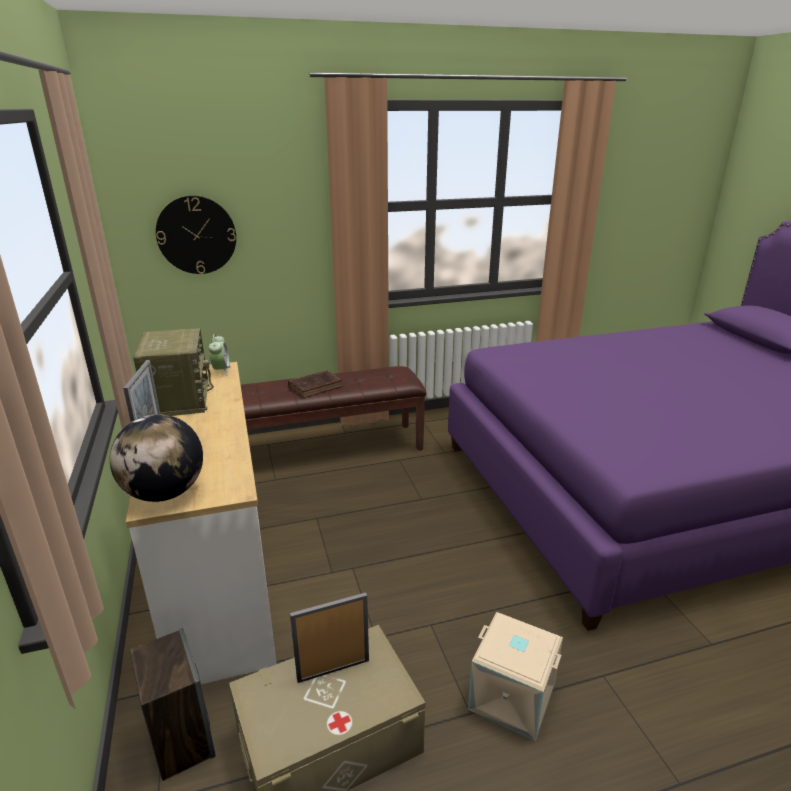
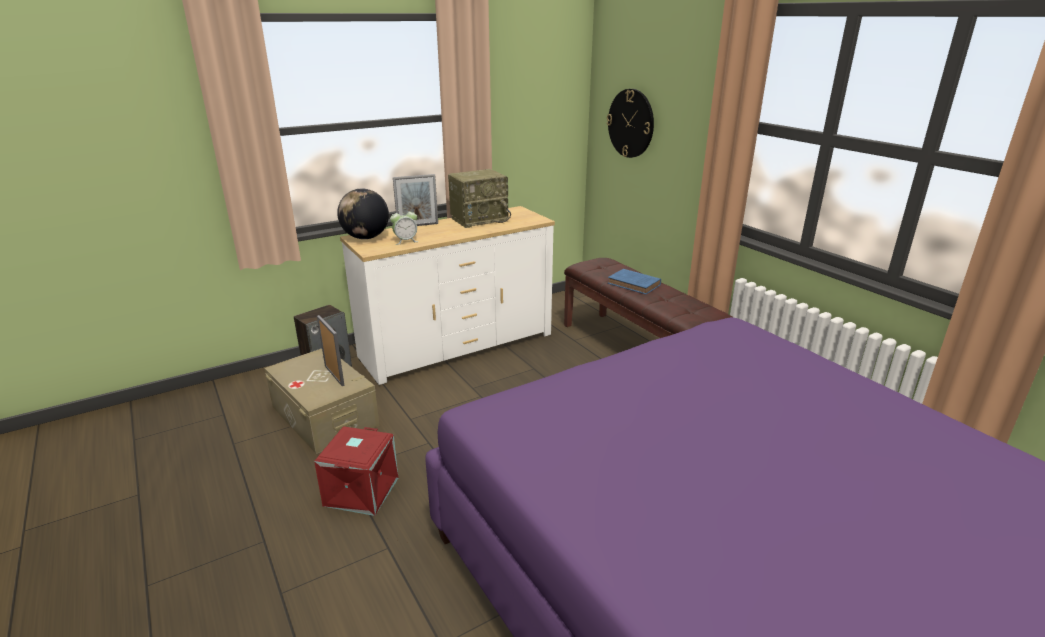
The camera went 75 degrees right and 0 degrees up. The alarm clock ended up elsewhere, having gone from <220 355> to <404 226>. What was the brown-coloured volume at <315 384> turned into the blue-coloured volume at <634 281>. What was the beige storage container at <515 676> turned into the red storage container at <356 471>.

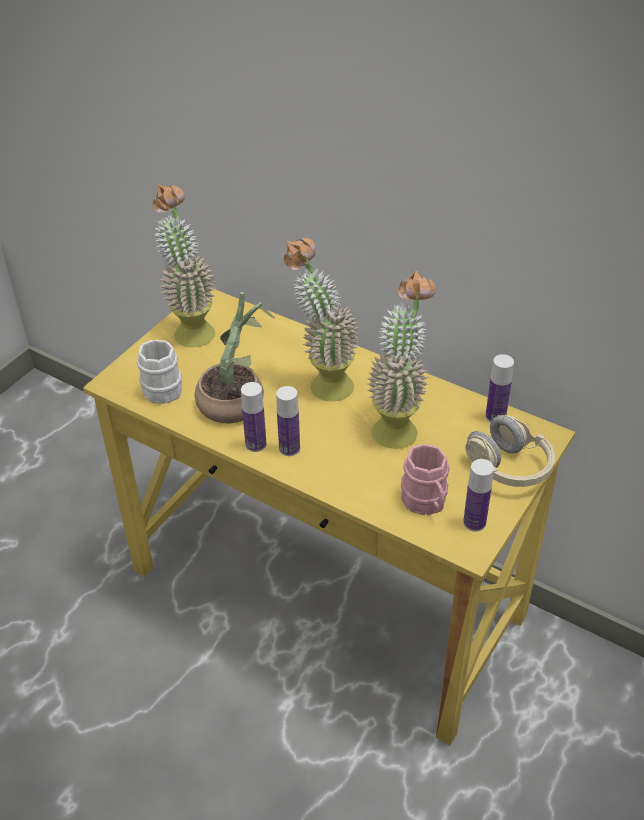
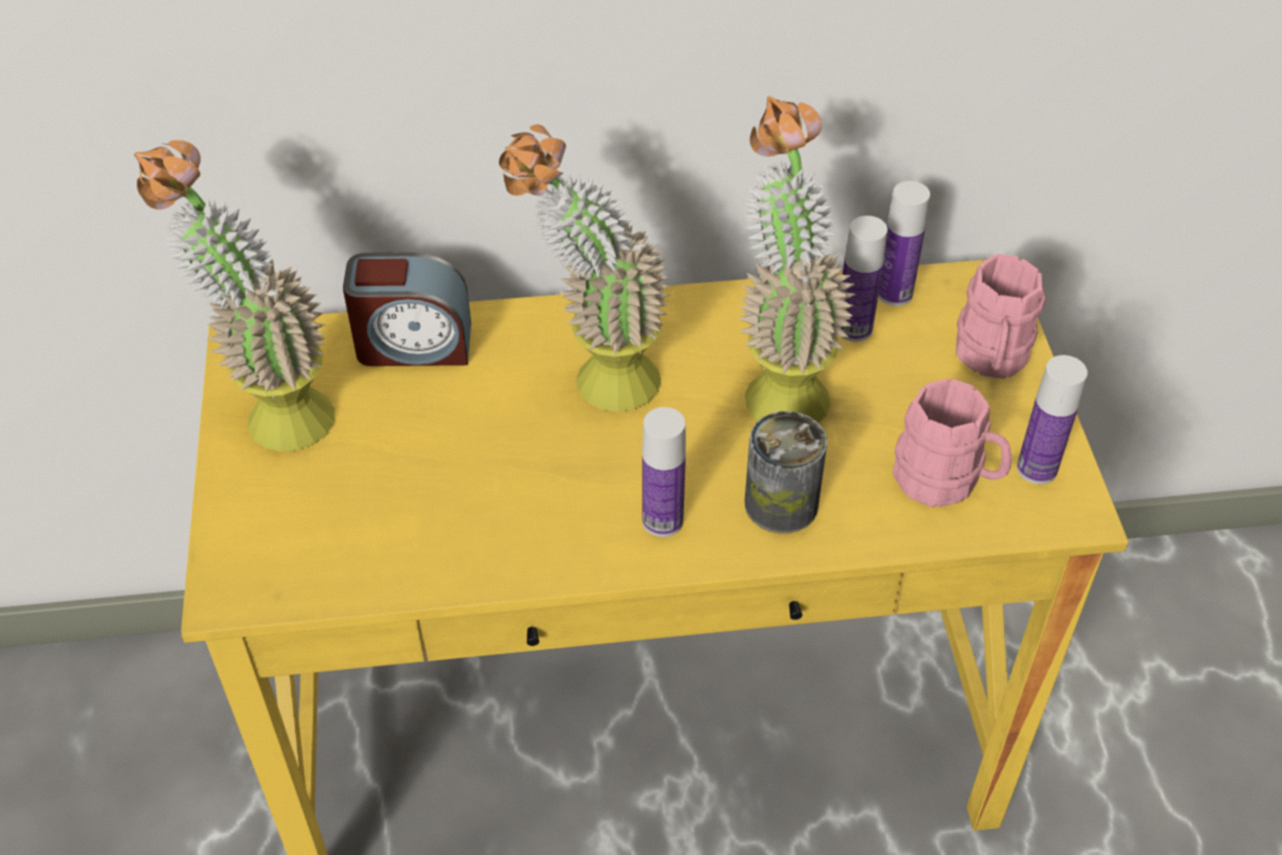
The camera went 40 degrees left and 5 degrees up. The second view lost the white-coloured tea mug at <159 372>. The second view lost the plant in a pot at <234 357>. The second view gained the alarm clock at <407 309>. The second view gained the sealed can at <786 472>. The drink bottle ended up elsewhere, having gone from <253 417> to <864 279>. Where the beige headphones stood at <510 451>, the pink-coloured tea mug came to stand at <1001 316>.

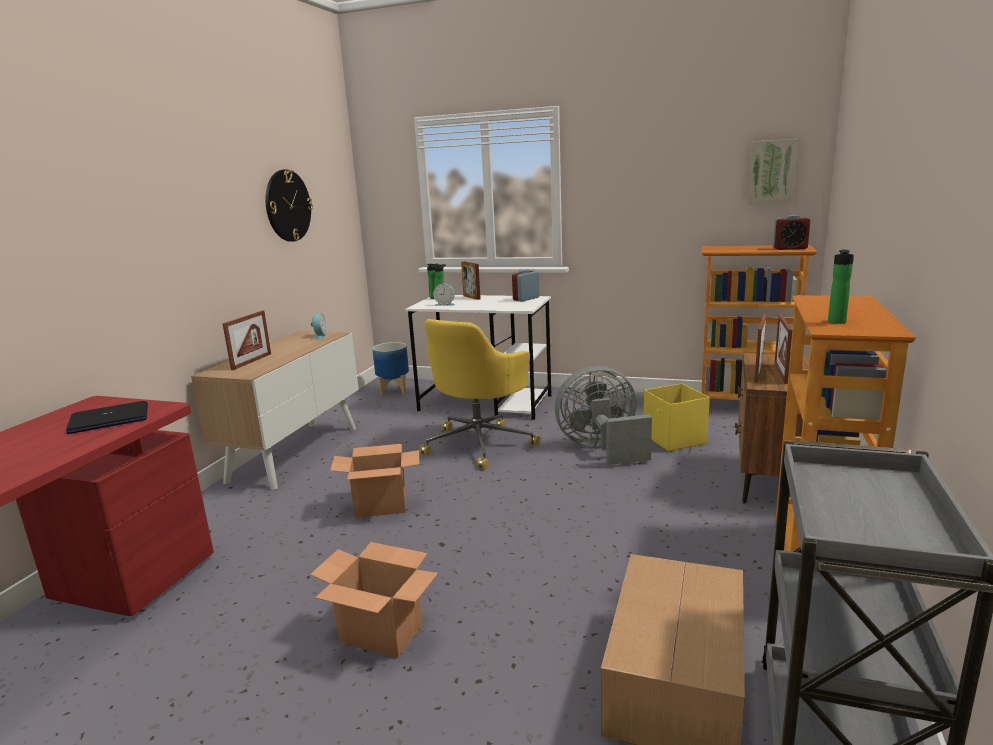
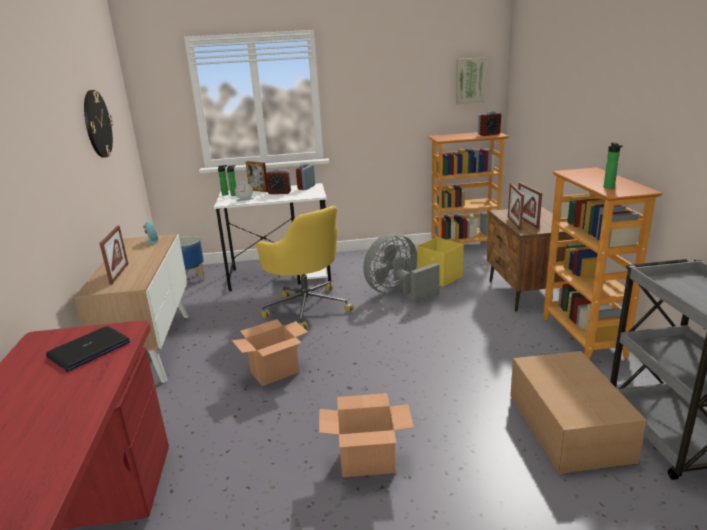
The camera went 25 degrees left and 5 degrees up. The second view gained the alarm clock at <278 181>. The yellow desk chair at <480 394> ended up facing another way, 45 degrees counterclockwise from before.

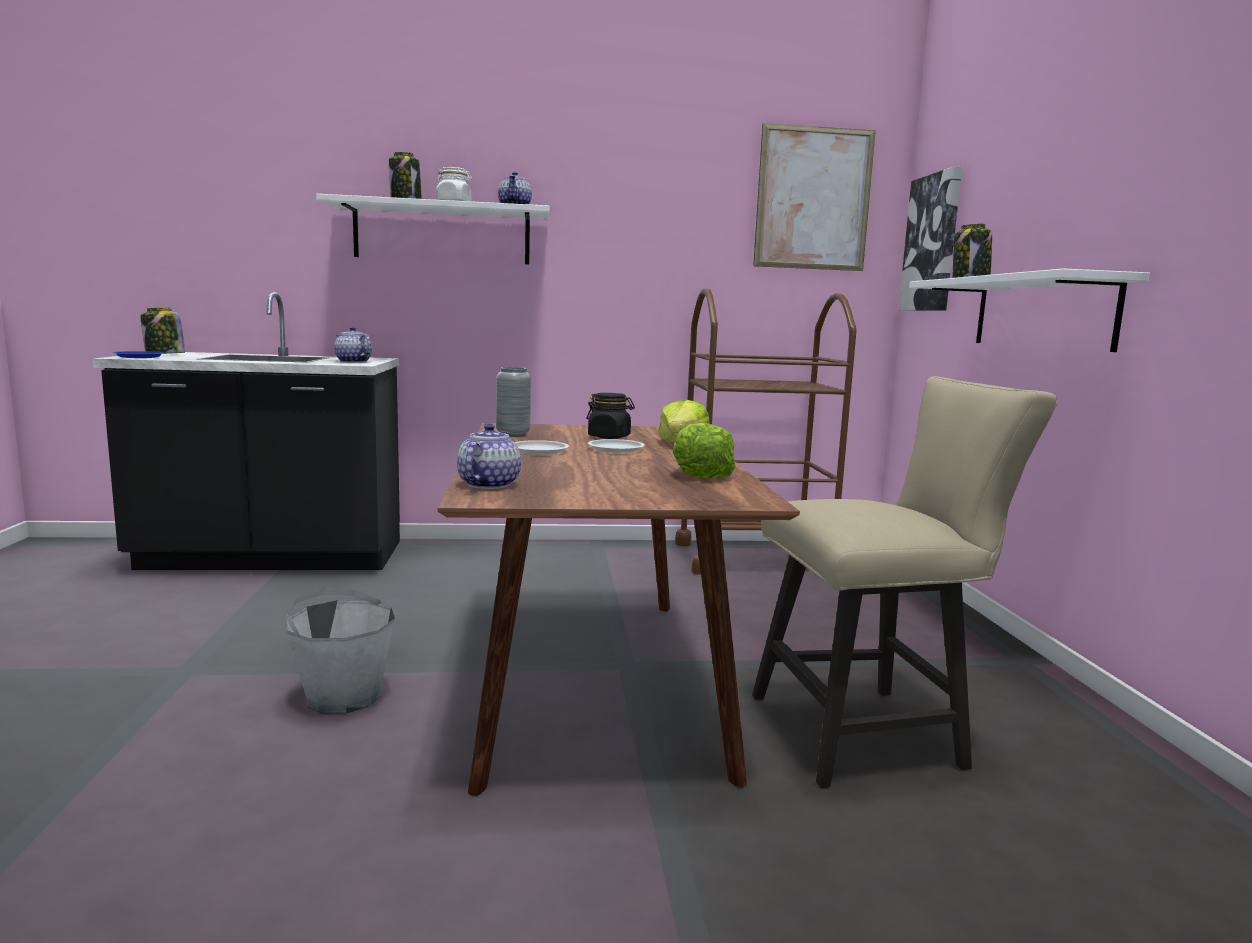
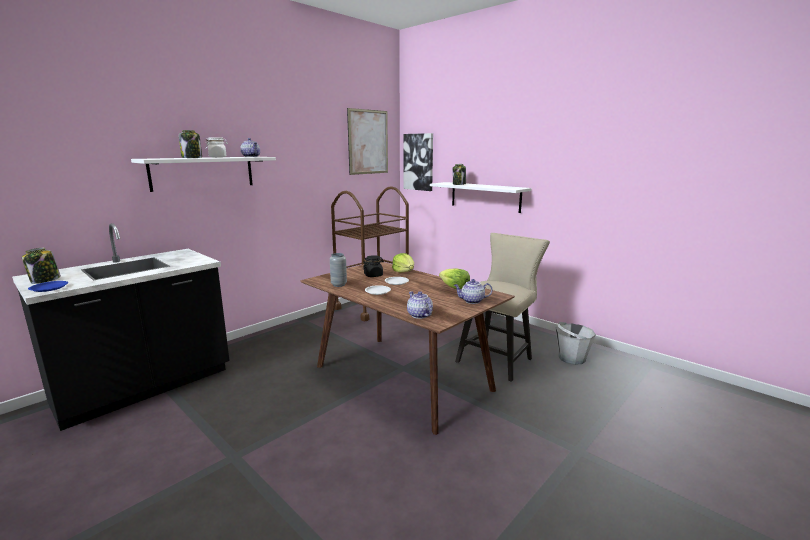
The camera went 40 degrees left and 5 degrees up. The grey water bucket ended up elsewhere, having gone from <340 651> to <576 343>. The tea pot ended up elsewhere, having gone from <353 345> to <473 291>.

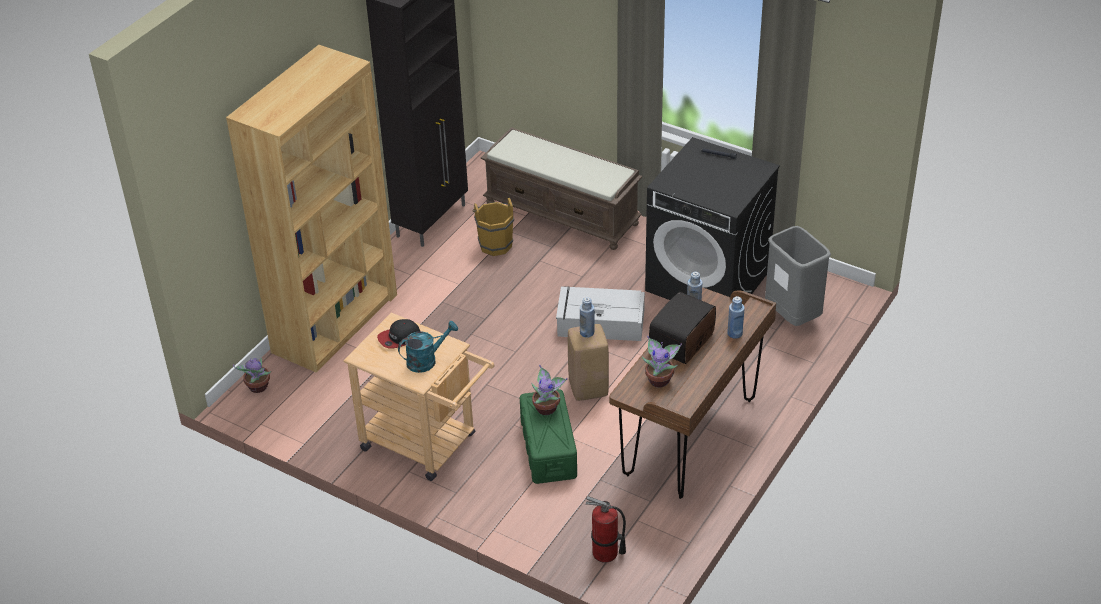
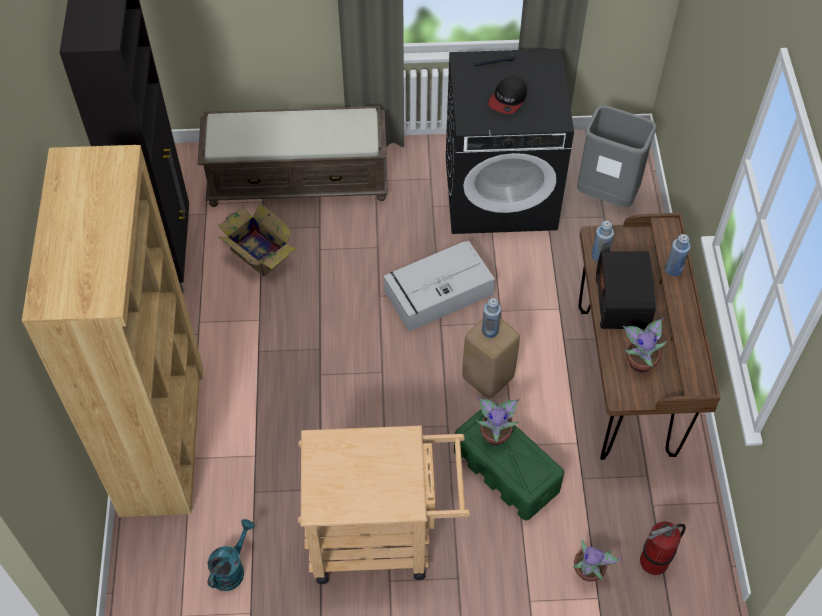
The camera went 35 degrees left and 15 degrees up. The plant in a pot ended up elsewhere, having gone from <252 375> to <597 560>. The peaked cap ended up elsewhere, having gone from <399 334> to <507 95>. The turquoise-coloured sprinkling can ended up elsewhere, having gone from <428 347> to <231 555>. Where the brown-coloured water bucket stood at <493 227>, the packing box came to stand at <257 239>.

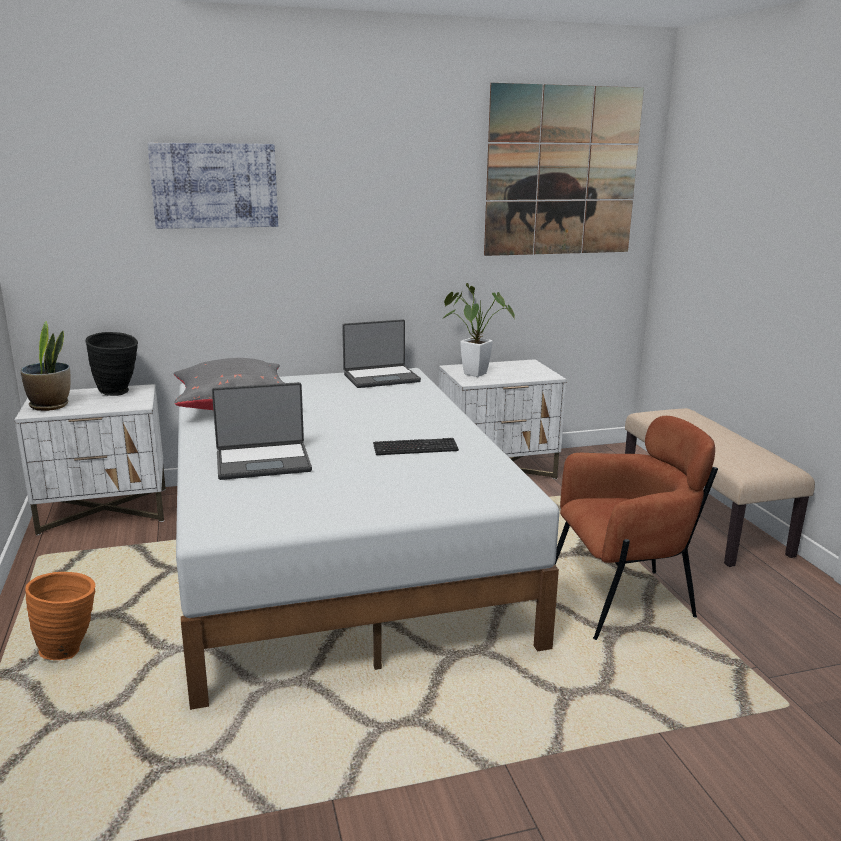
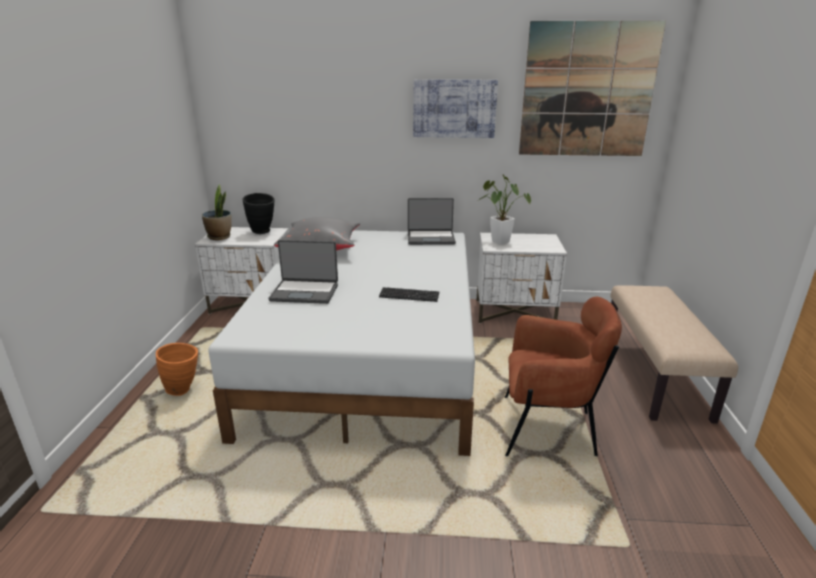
The camera went 20 degrees right and 5 degrees up. The picture ended up elsewhere, having gone from <213 186> to <455 108>.

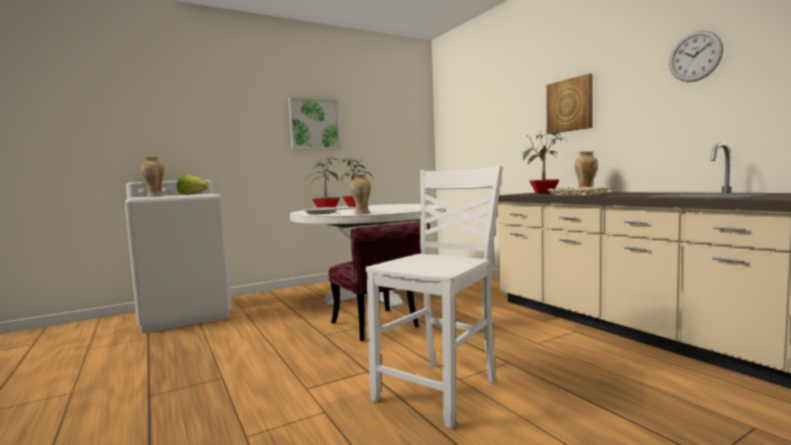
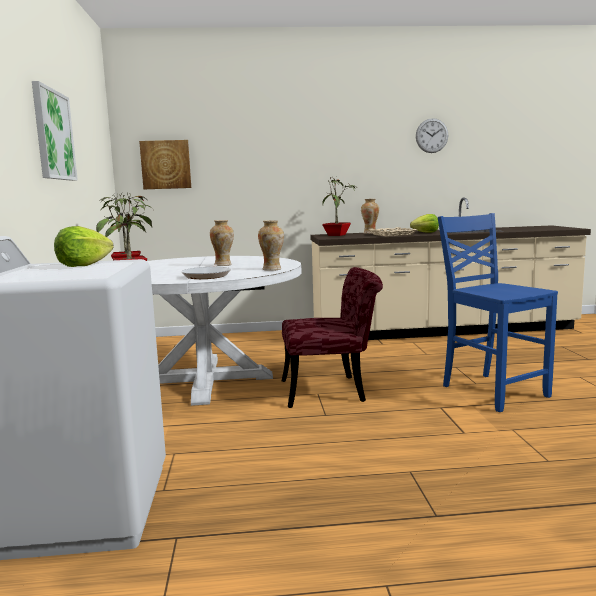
The camera went 65 degrees left and 5 degrees up. The second view gained the lettuce at <424 223>. The vase ended up elsewhere, having gone from <153 177> to <222 243>. The picture ended up elsewhere, having gone from <569 103> to <165 164>. What was the white-coloured plain chair at <434 297> turned into the blue-coloured plain chair at <498 312>.

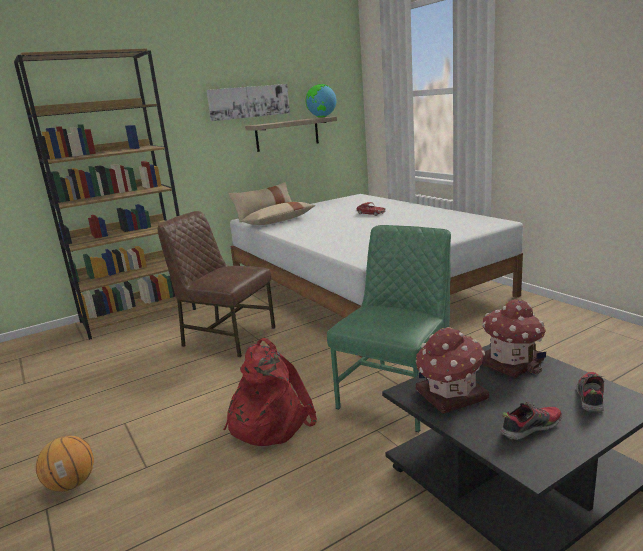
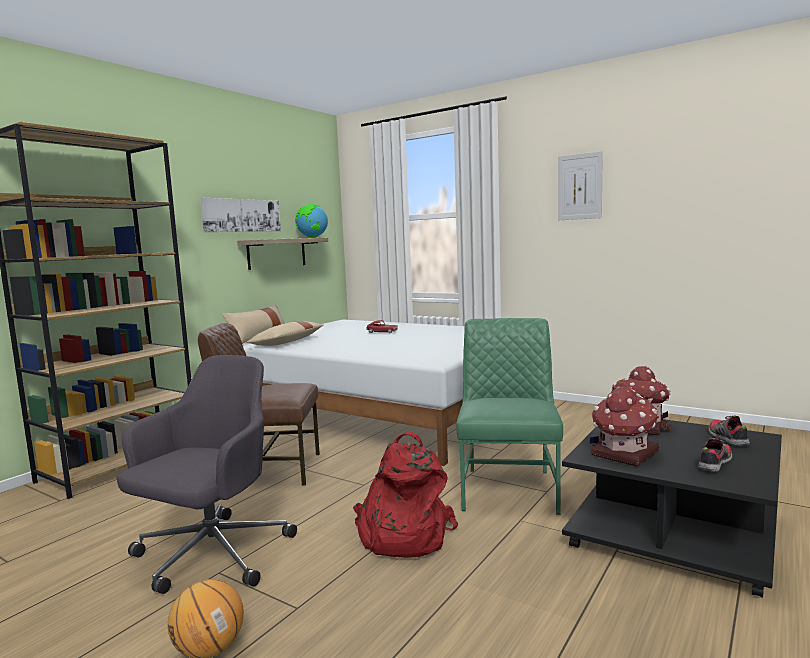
The camera went 25 degrees left and 10 degrees down. The second view gained the grey desk chair at <207 474>. The second view gained the picture at <580 185>.

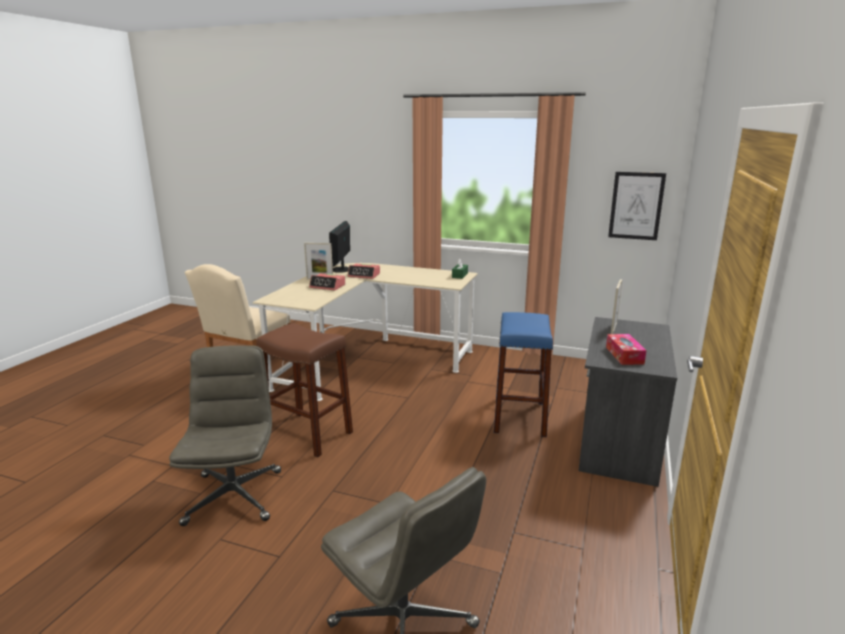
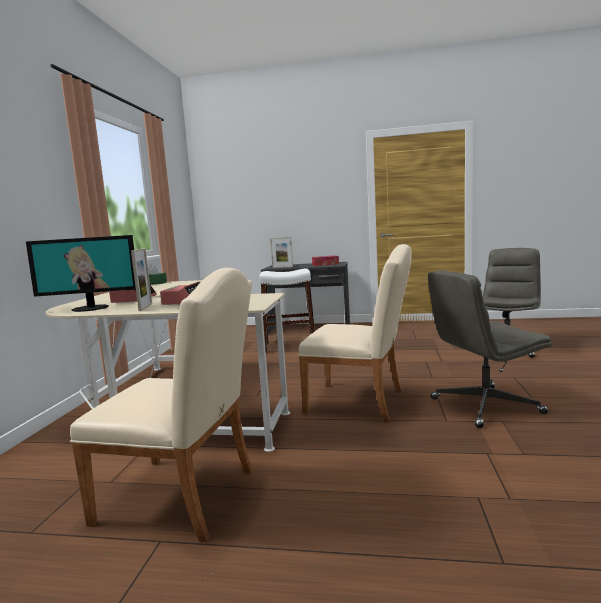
The camera went 100 degrees left and 10 degrees down. The second view lost the picture at <637 206>. Where the brown-coloured stool seat stood at <304 390>, the beige plain chair came to stand at <355 333>. What was the blue-coloured stool seat at <523 374> turned into the white-coloured stool seat at <287 311>.

